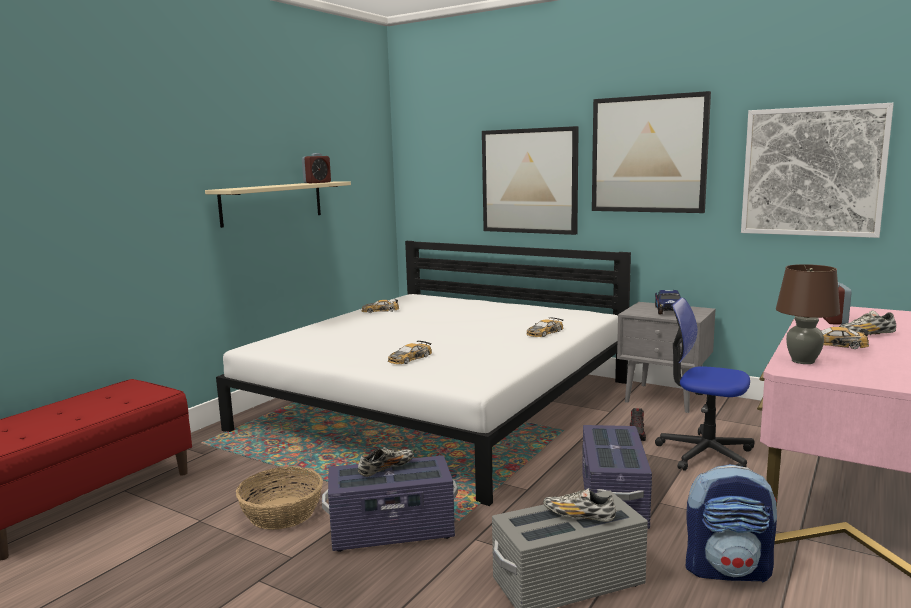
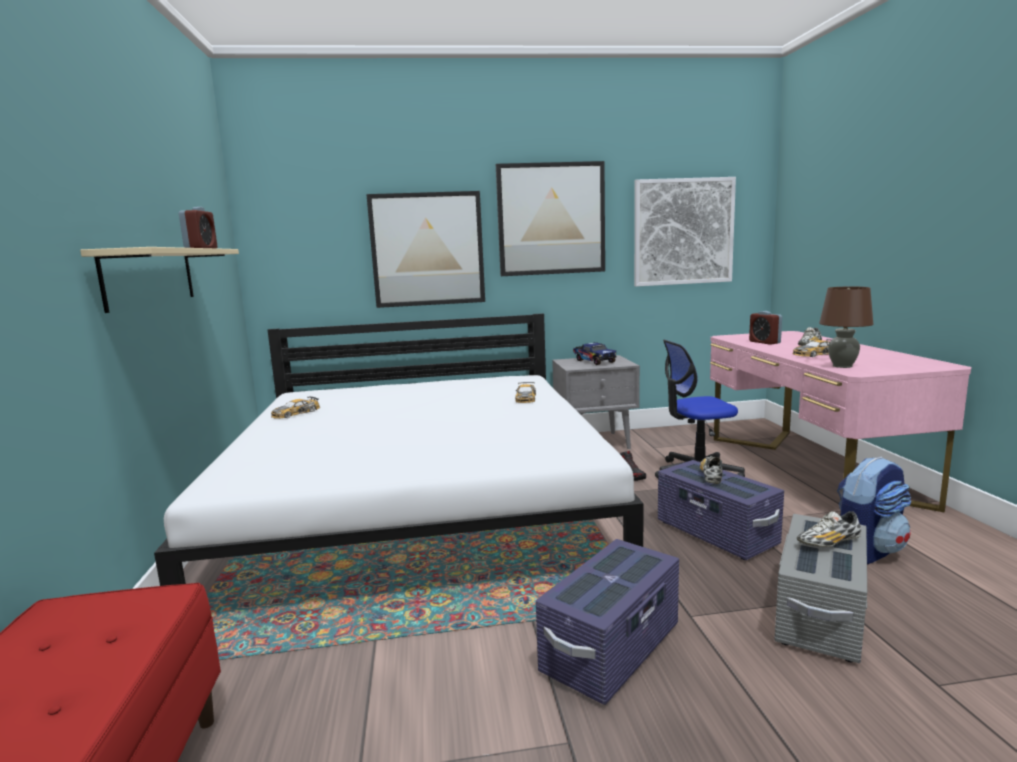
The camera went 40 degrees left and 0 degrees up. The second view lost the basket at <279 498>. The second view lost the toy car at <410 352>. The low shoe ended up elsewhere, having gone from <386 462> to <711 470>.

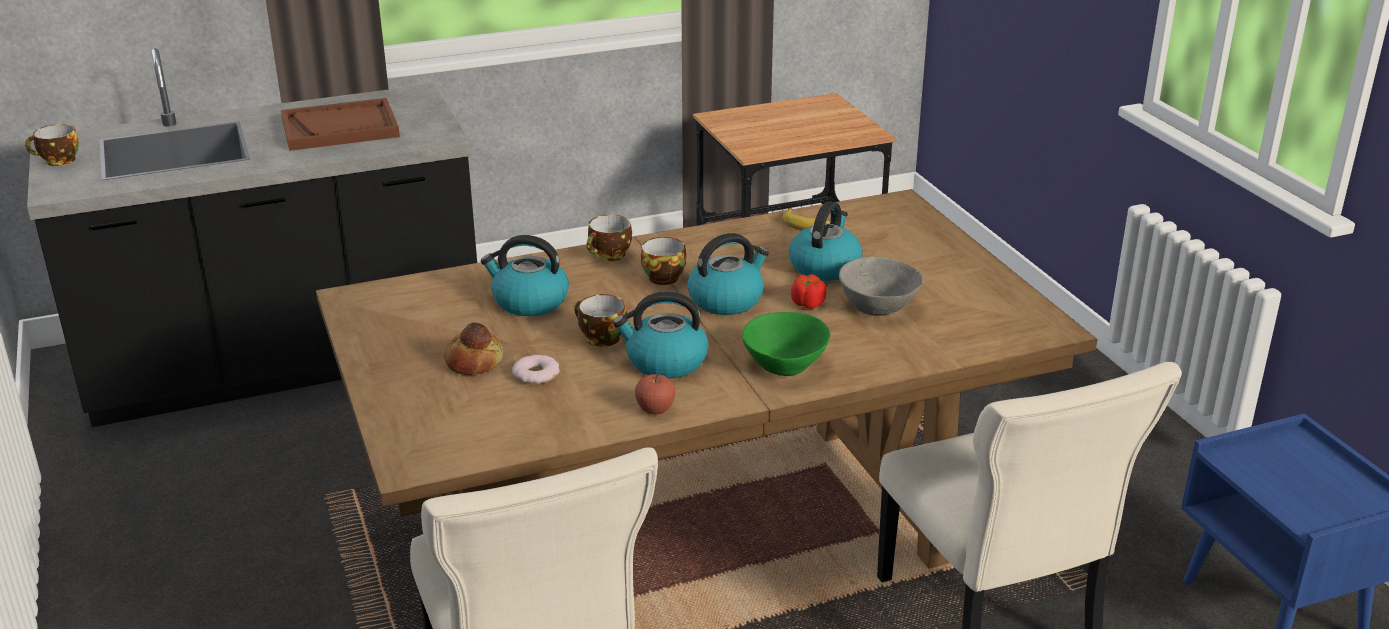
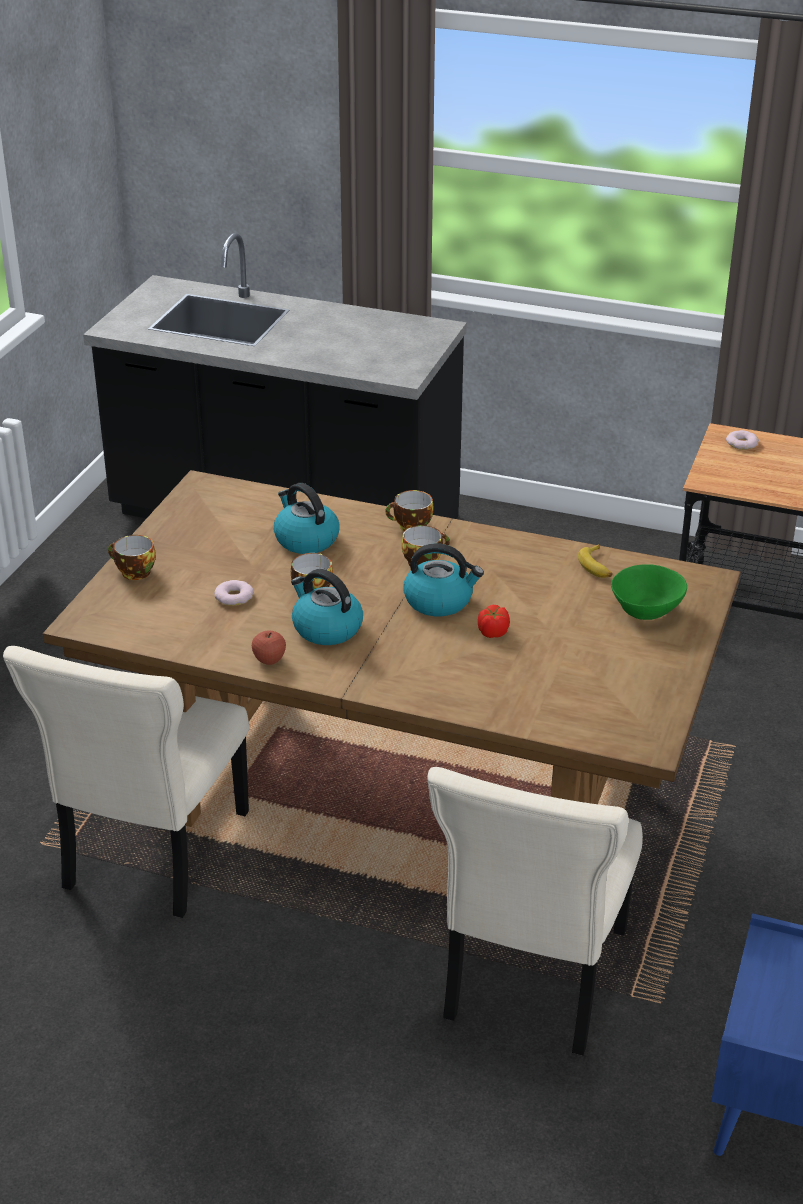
The camera went 40 degrees right and 5 degrees up. The second view lost the brown-coloured carrying tray at <340 124>. The second view lost the baked bread at <474 348>. The second view lost the water kettle at <825 241>. The second view lost the grey bowl at <881 286>. The second view gained the ring doughnut at <742 440>. The small cup ended up elsewhere, having gone from <52 145> to <132 557>. The green bowl ended up elsewhere, having gone from <786 344> to <649 592>.

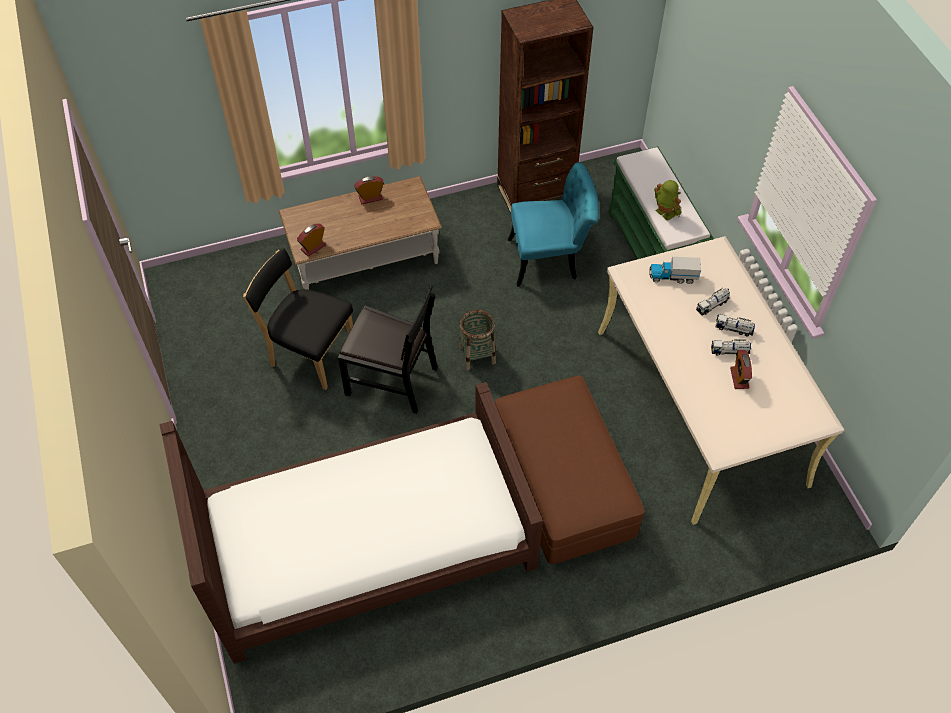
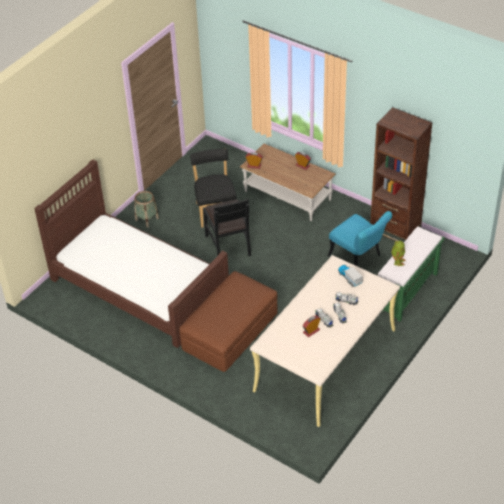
The camera went 55 degrees right and 10 degrees down. The basket ended up elsewhere, having gone from <477 340> to <146 209>.

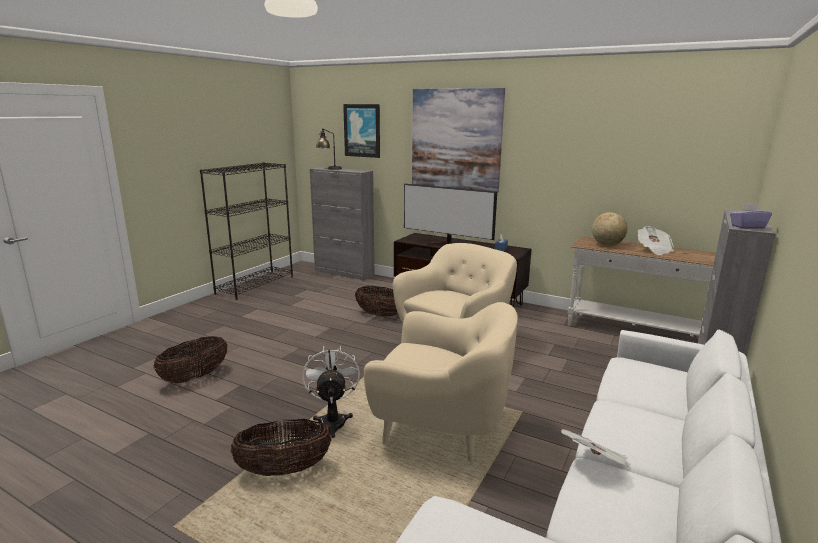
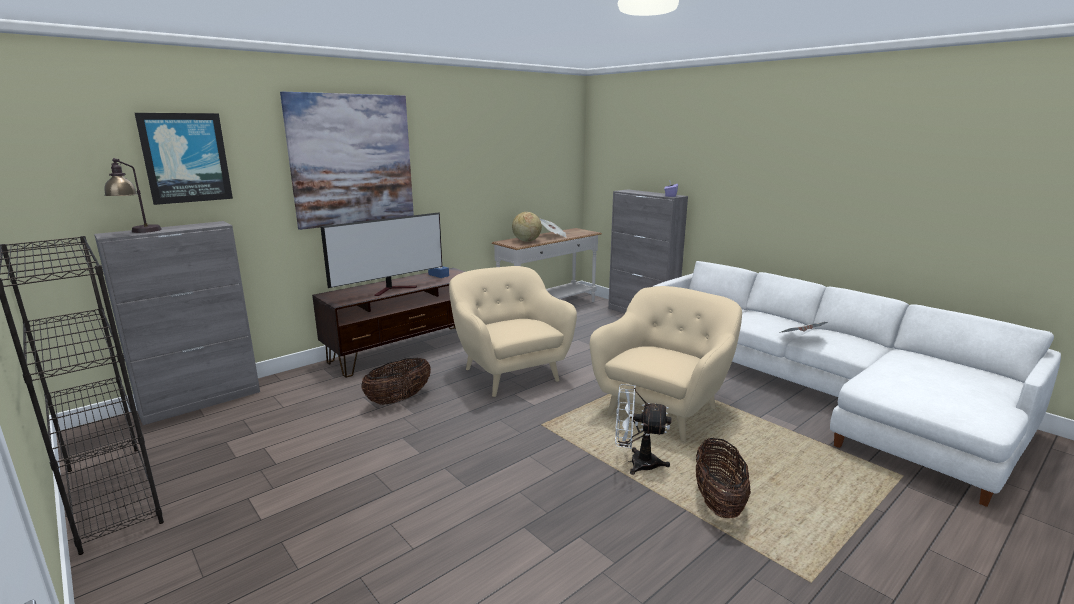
The camera went 70 degrees left and 0 degrees up. The second view lost the basket at <190 359>.

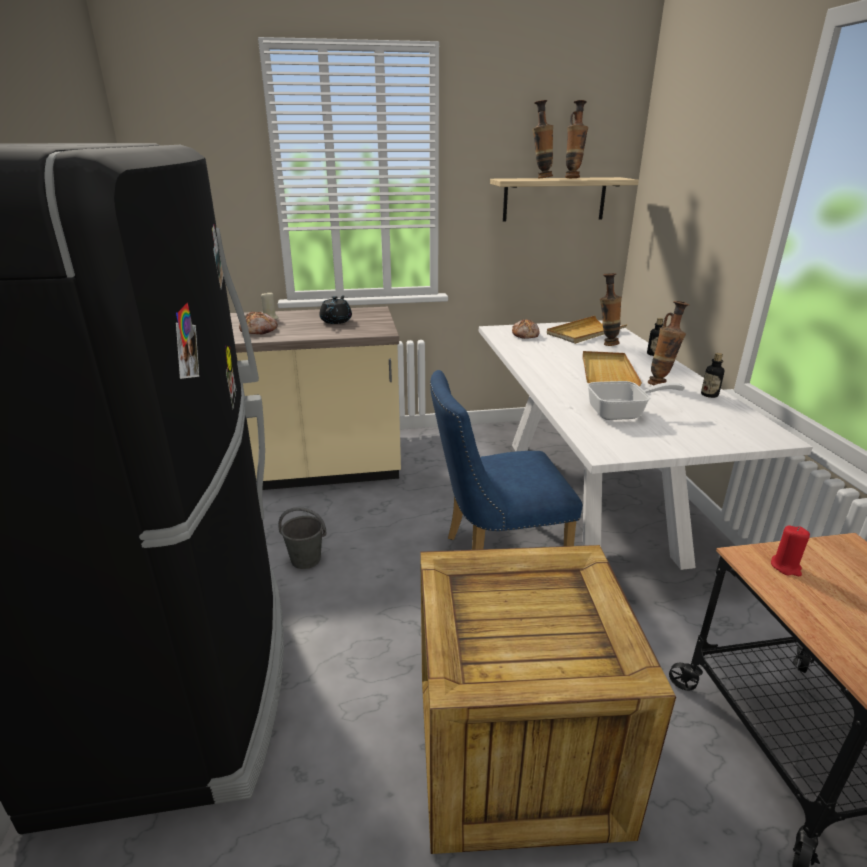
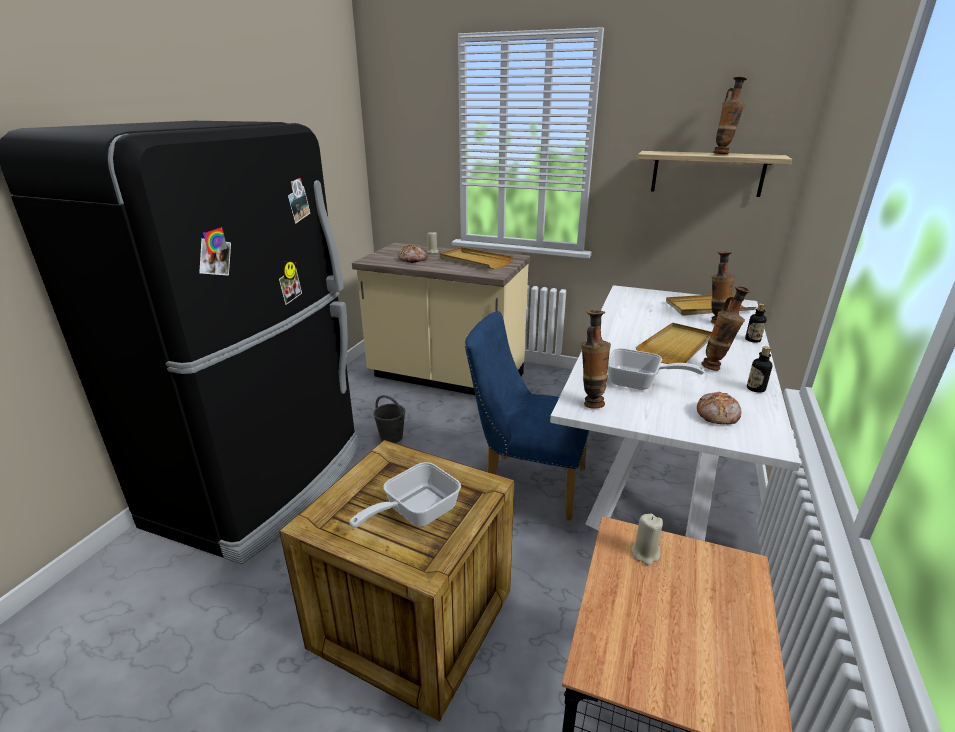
The camera went 30 degrees right and 0 degrees up. The second view gained the skillet at <405 495>. The baked bread ended up elsewhere, having gone from <526 329> to <719 408>. The vase ended up elsewhere, having gone from <542 139> to <596 359>. Where the blackish tea pot stood at <335 309>, the beige carrying tray came to stand at <476 258>. What was the red wax light at <790 550> turned into the beige wax light at <647 539>.

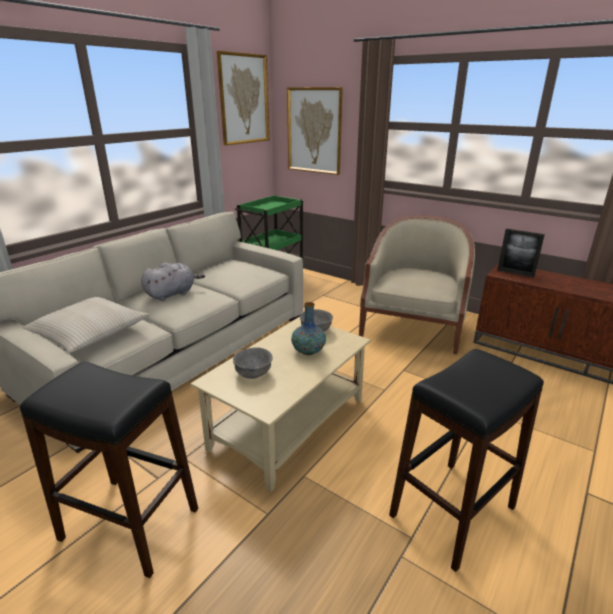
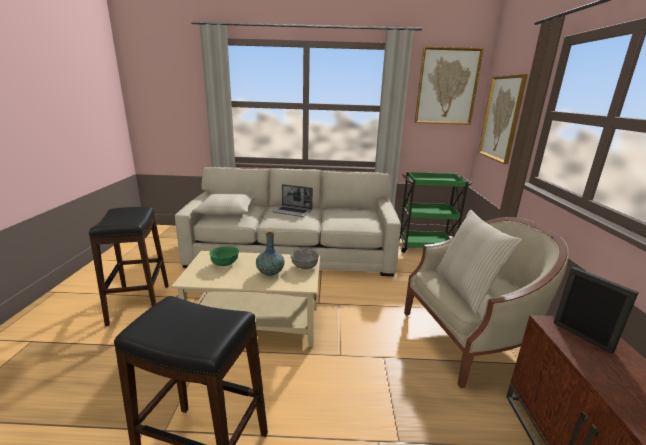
The camera went 55 degrees right and 5 degrees down. The second view gained the beige pillow at <478 262>. Where the grey plush toy stood at <173 282>, the laptop came to stand at <292 200>. What was the grey bowl at <253 363> turned into the green bowl at <224 256>. The picture frame at <521 253> ended up facing another way, 150 degrees clockwise from before.

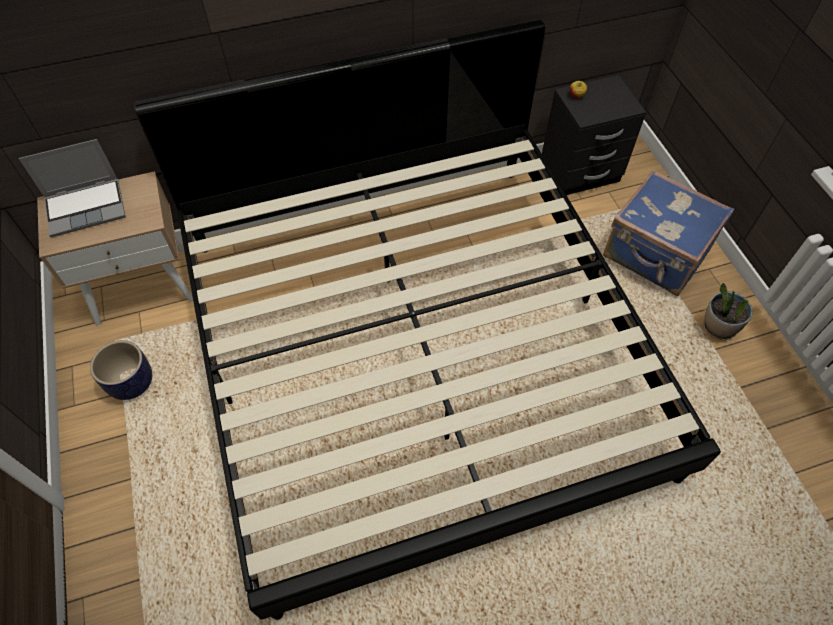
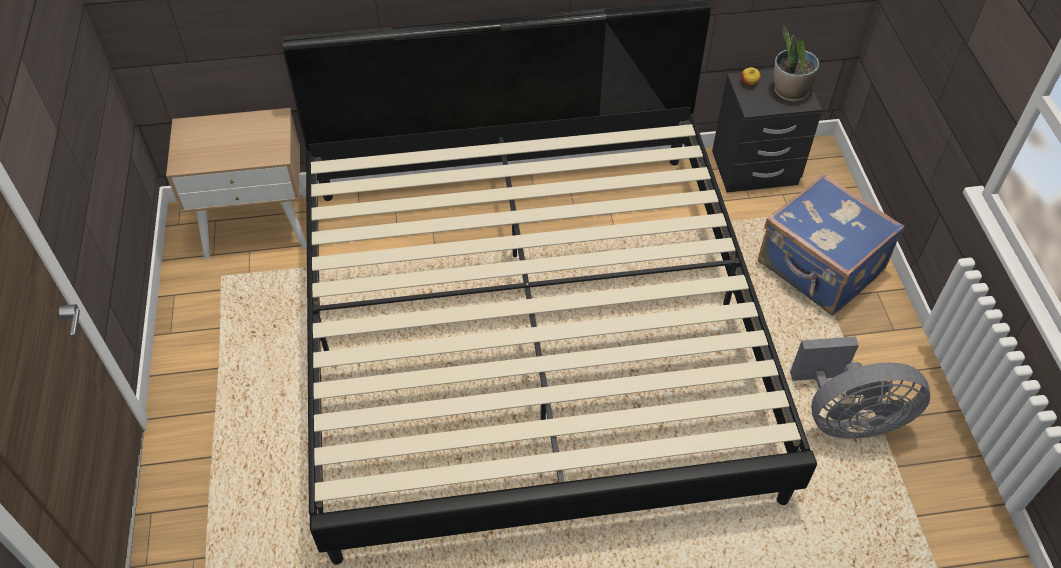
The camera went 10 degrees right and 5 degrees down. The second view lost the laptop at <72 188>. The second view lost the flower pot at <121 370>. The second view gained the grey electric fan at <860 387>. The plant in a pot ended up elsewhere, having gone from <728 311> to <796 64>.

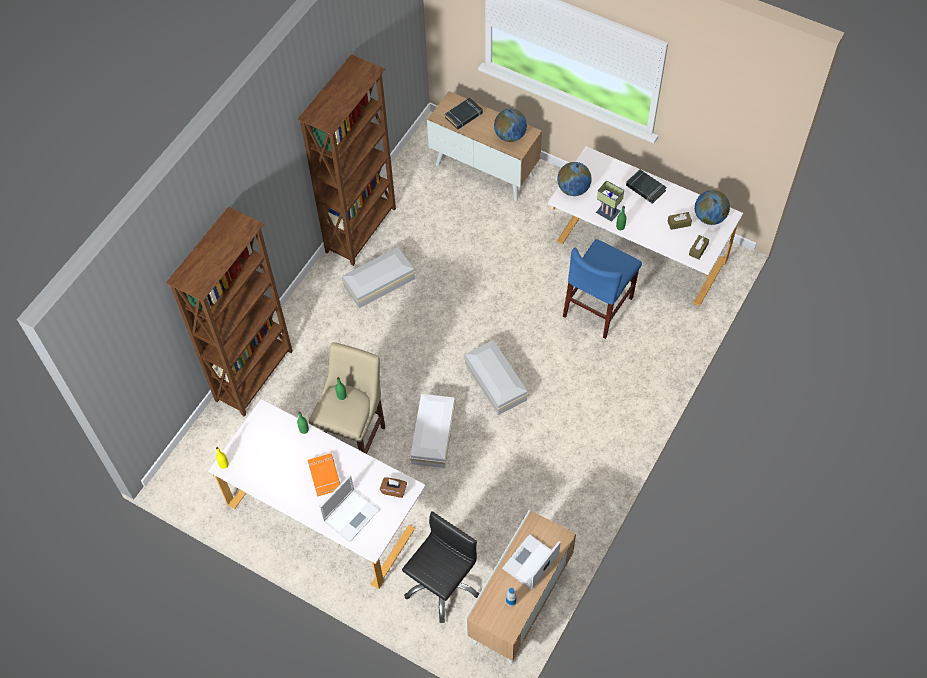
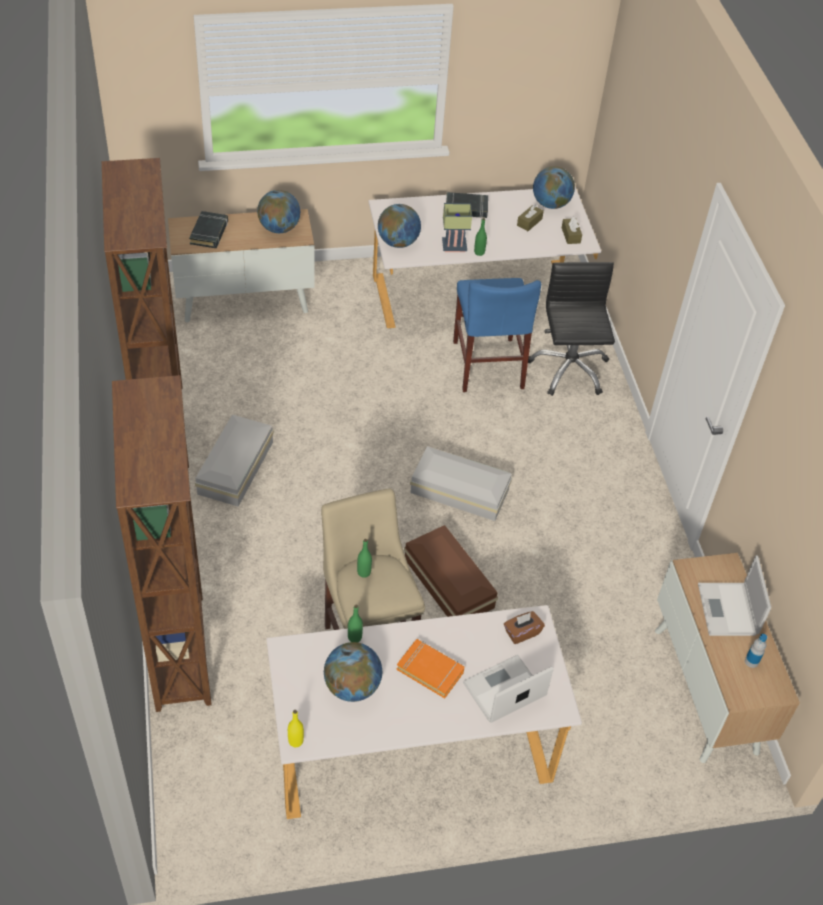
The camera went 45 degrees left and 10 degrees down. The second view gained the globe at <353 672>. The blackish desk chair ended up elsewhere, having gone from <441 567> to <571 329>. What was the white-coloured storage container at <433 431> turned into the brown-coloured storage container at <451 571>. The laptop at <349 508> ended up facing another way, 120 degrees counterclockwise from before.

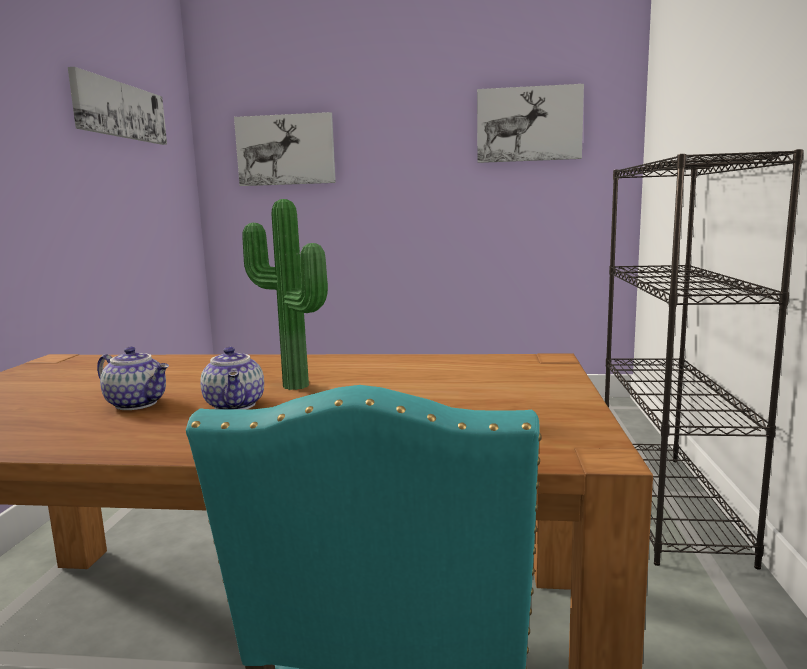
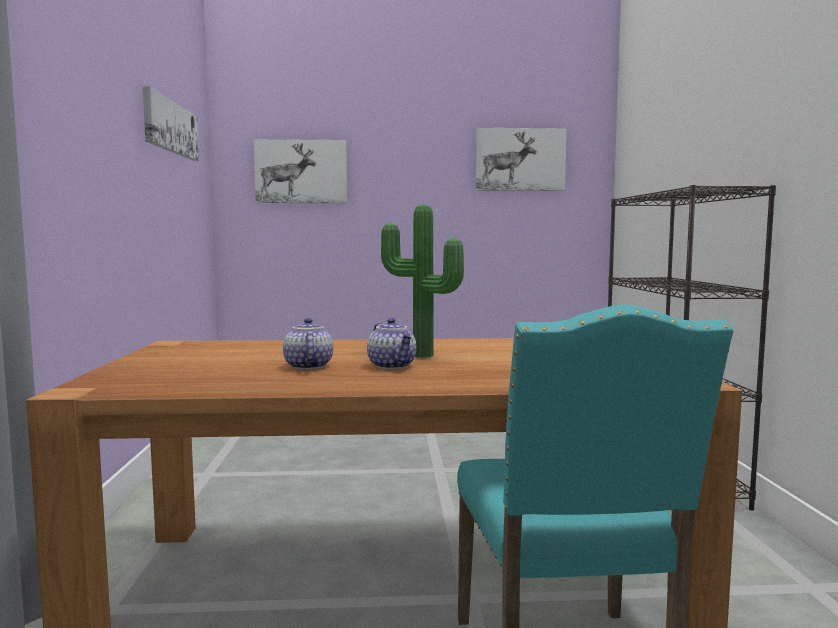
The camera went 10 degrees left and 5 degrees down. The tea pot at <133 378> ended up facing another way, 120 degrees counterclockwise from before.

